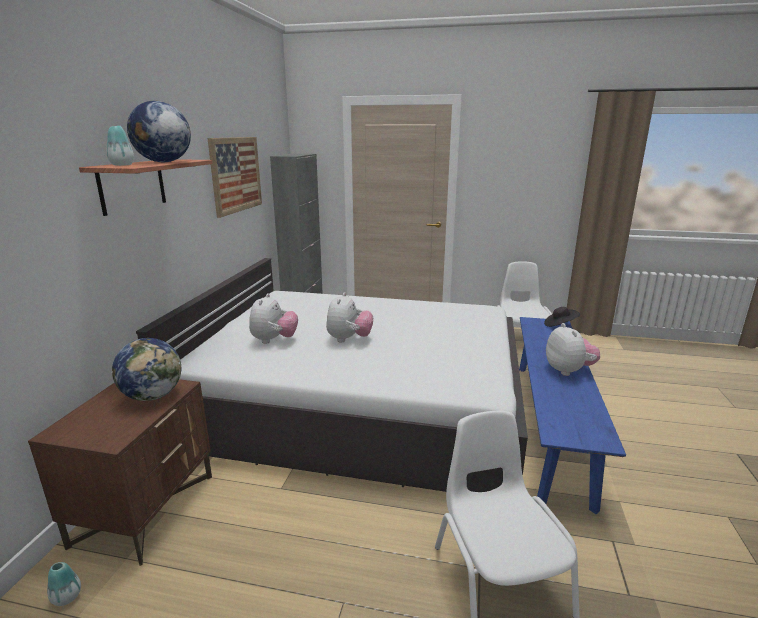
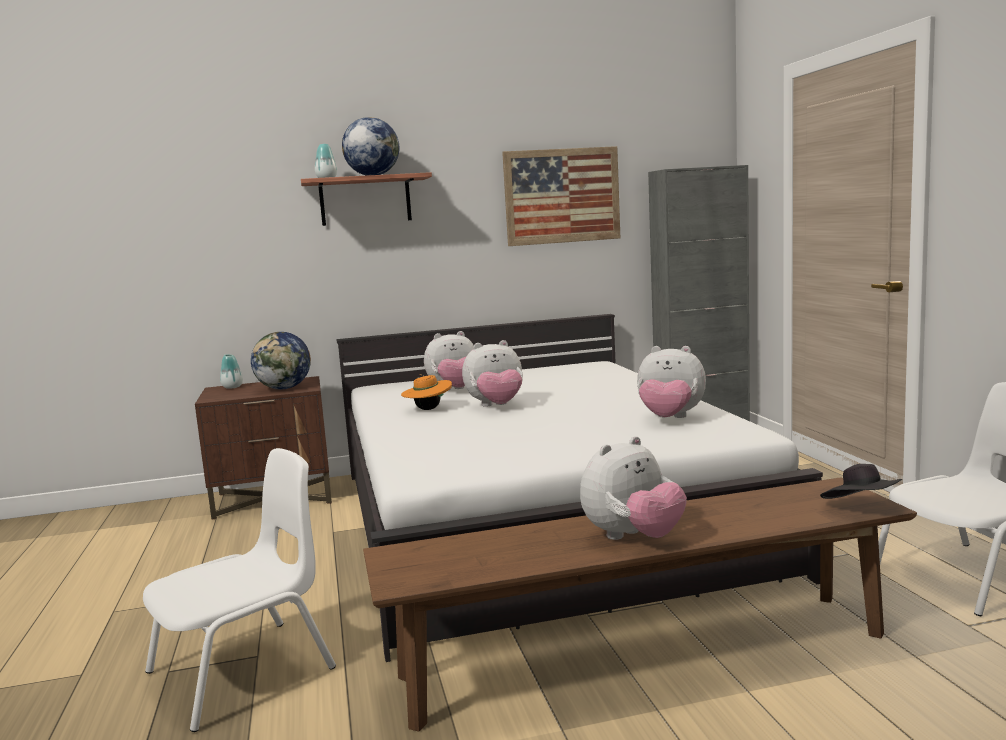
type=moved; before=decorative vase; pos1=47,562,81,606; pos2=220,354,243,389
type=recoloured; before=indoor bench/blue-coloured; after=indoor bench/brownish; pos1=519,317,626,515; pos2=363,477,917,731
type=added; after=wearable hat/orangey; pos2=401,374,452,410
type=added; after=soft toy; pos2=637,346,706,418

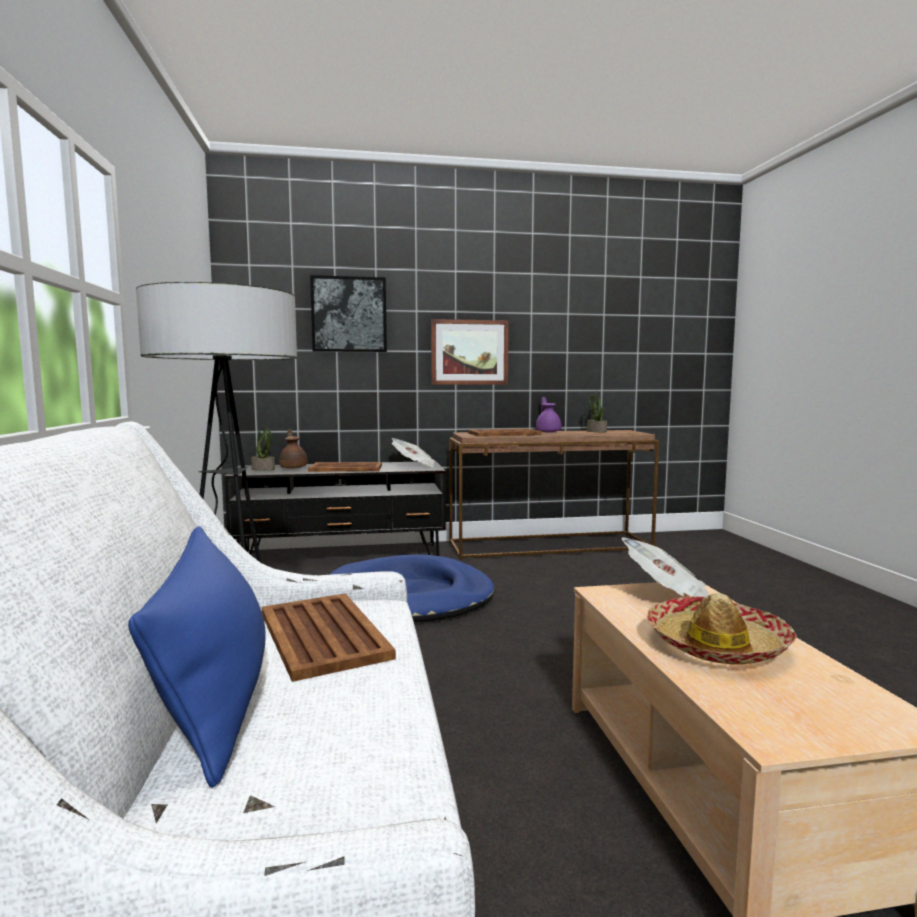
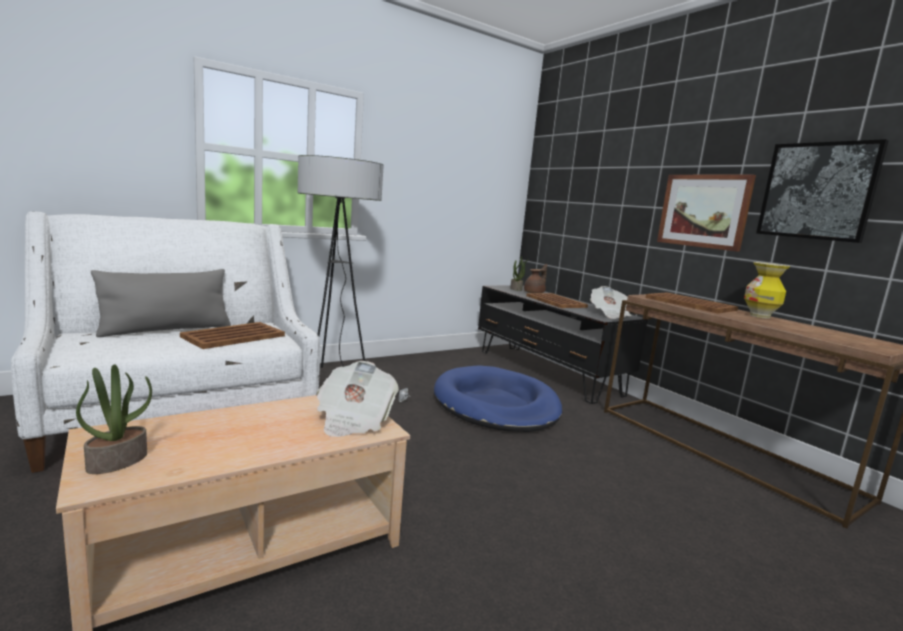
type=recoloured; before=cushion/blue-coloured; after=cushion/grey; pos1=128,526,266,787; pos2=91,269,231,337
type=moved; before=wall art; pos1=310,275,387,352; pos2=756,139,889,243
type=replaced; before=pot for tea/purplish; after=decorative vase; pos1=536,397,561,432; pos2=744,262,790,319
type=moved; before=houseplant; pos1=587,391,607,432; pos2=76,364,152,474
type=removed; before=wearable hat; pos1=647,593,797,664

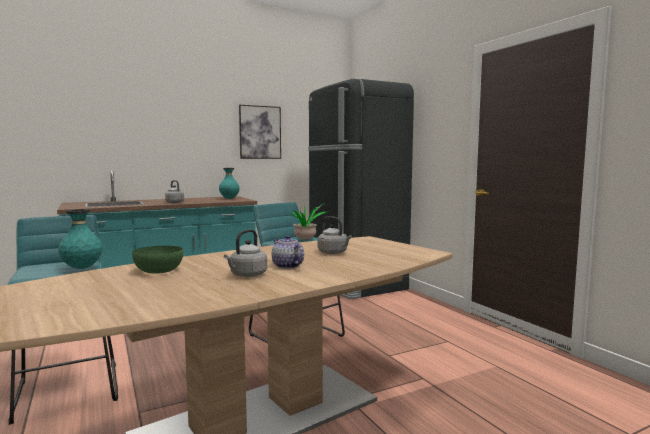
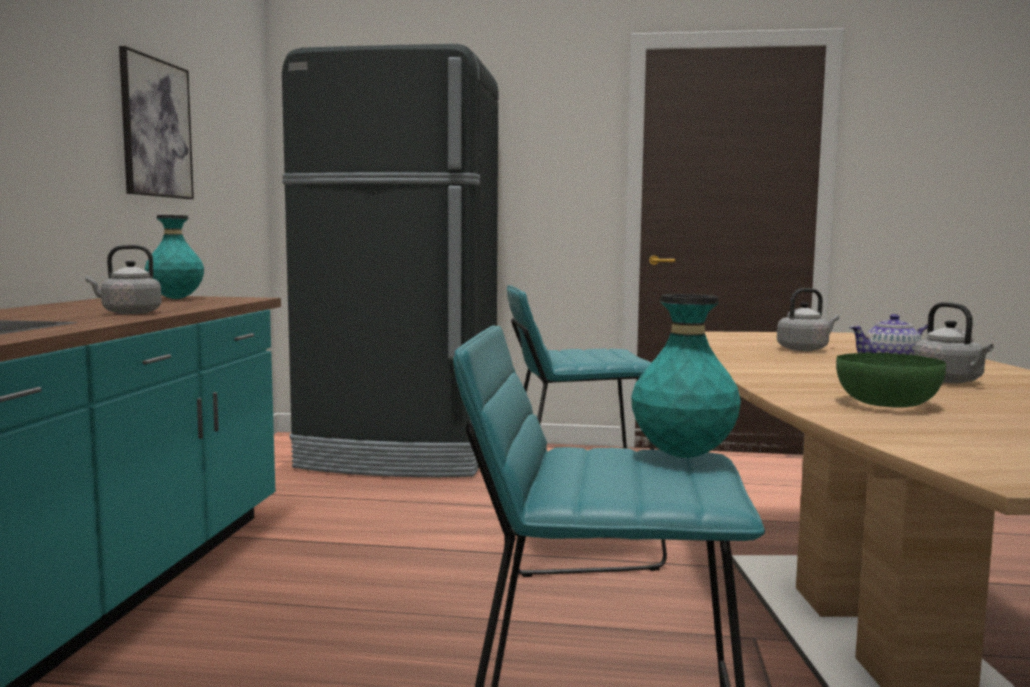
type=removed; before=houseplant; pos1=286,203,330,239

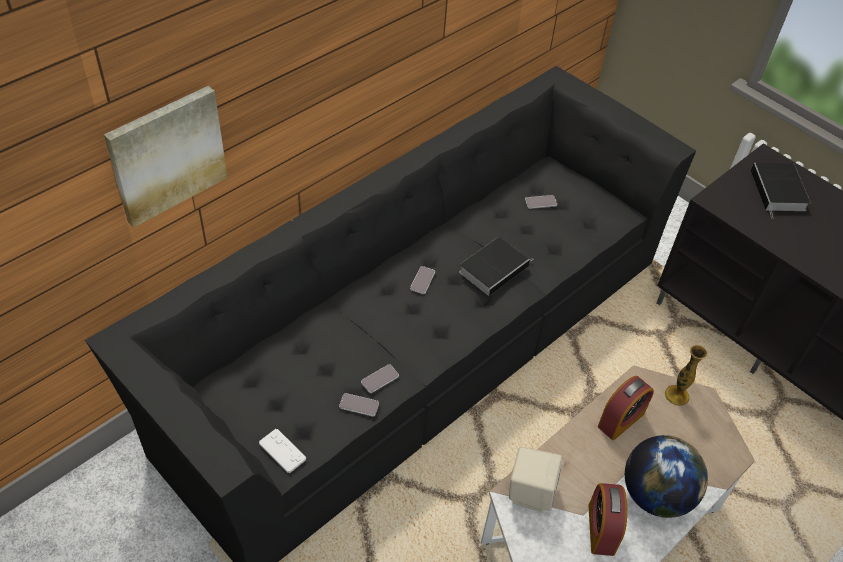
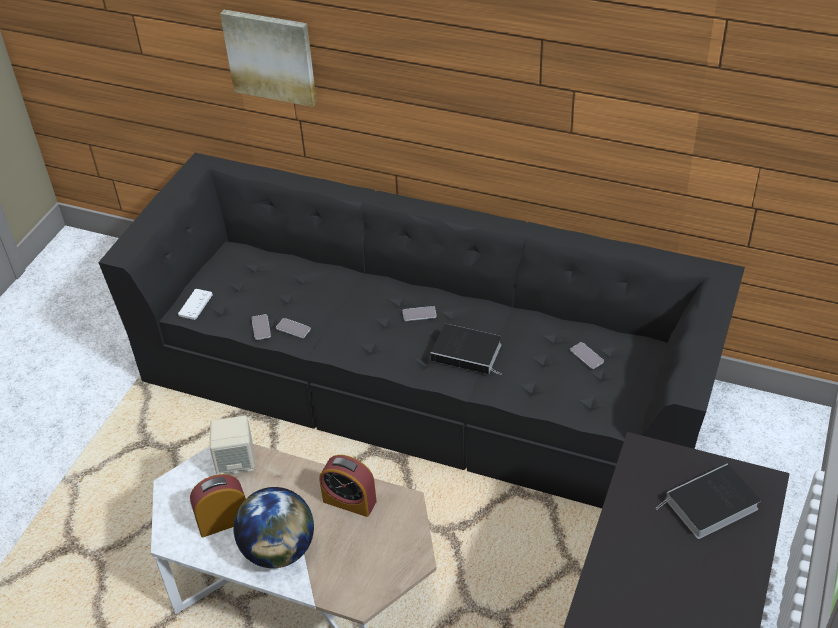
type=removed; before=decorative vase; pos1=665,345,708,406

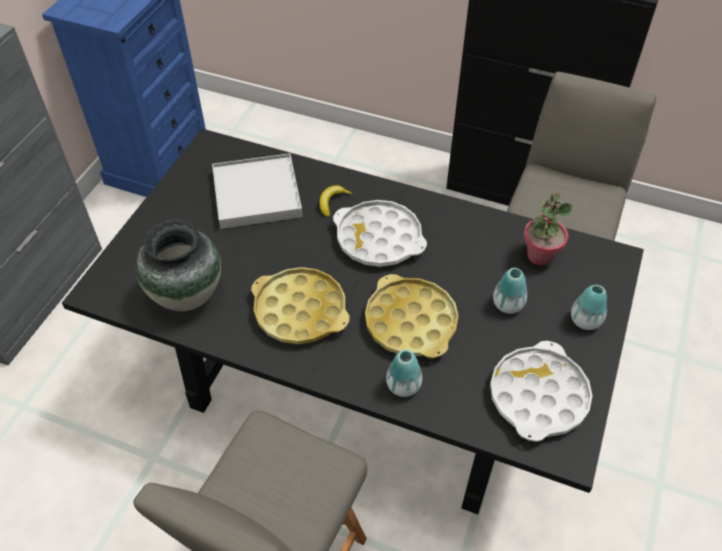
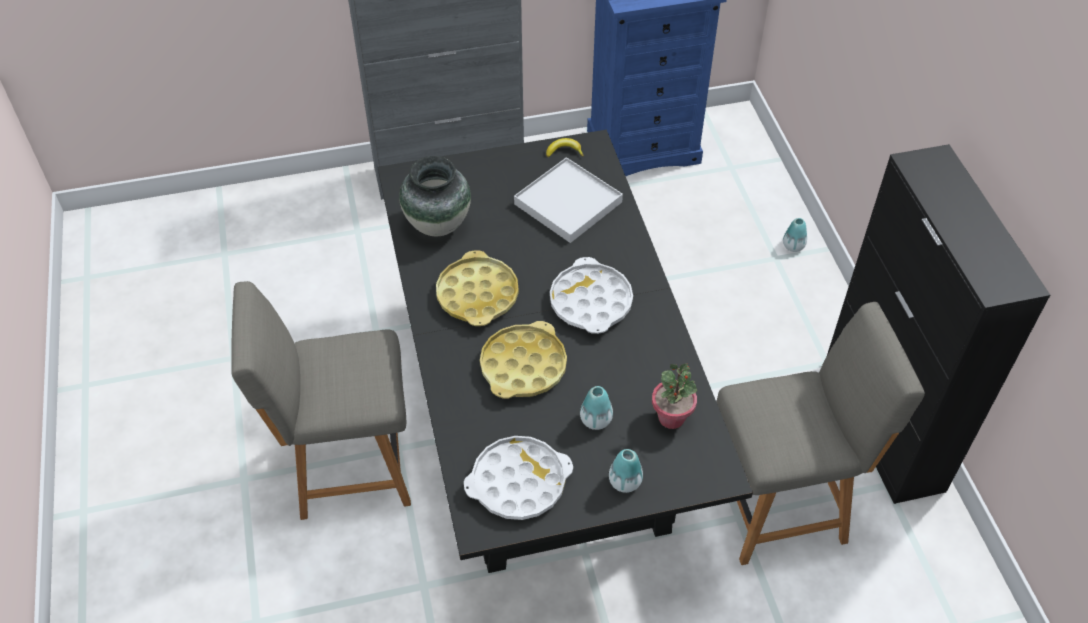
type=moved; before=whole banana; pos1=319,185,353,217; pos2=546,138,584,157
type=moved; before=decorative vase; pos1=386,350,422,397; pos2=783,218,807,252

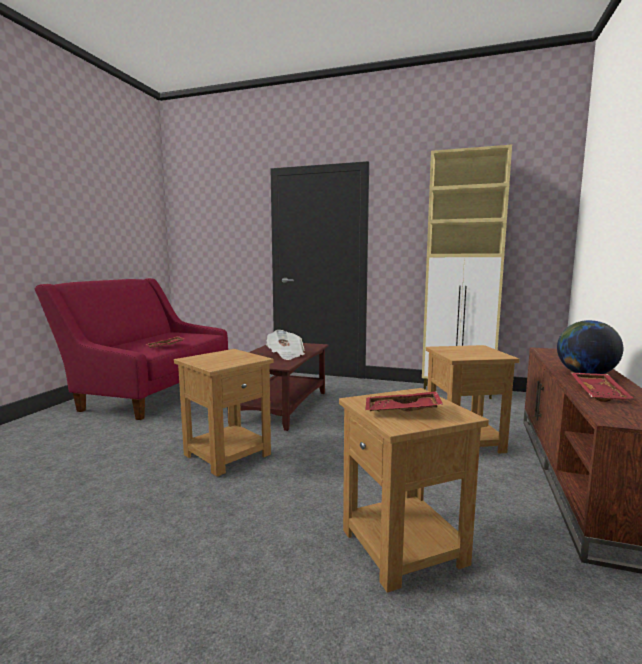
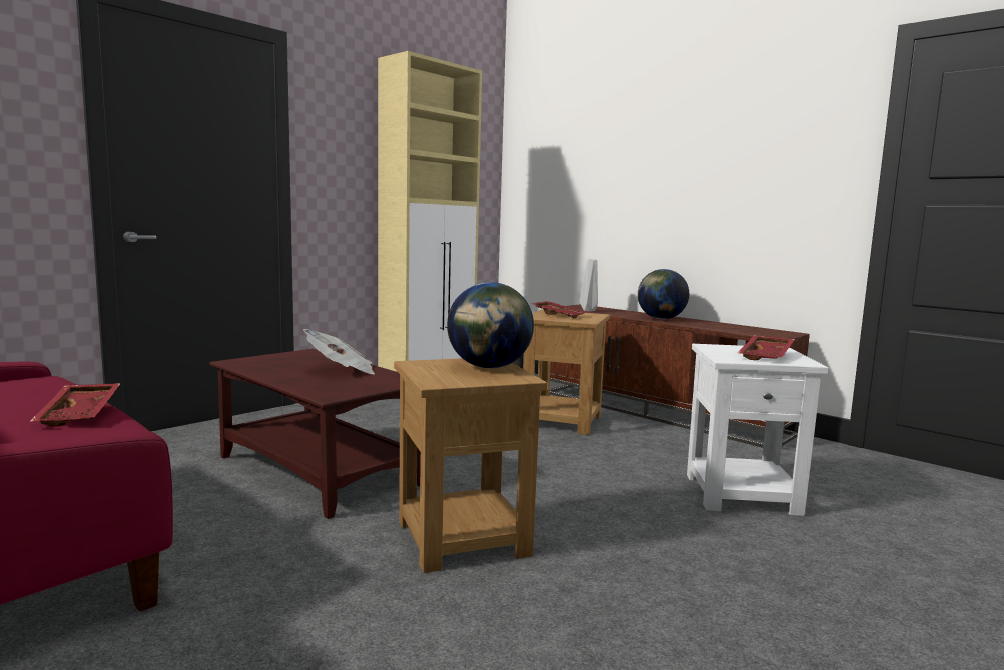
type=recoloured; before=end table/brownish; after=end table/white-coloured; pos1=339,388,489,593; pos2=687,344,829,516
type=moved; before=carrying tray/reddish; pos1=571,373,634,402; pos2=531,301,587,319
type=added; after=world globe; pos2=447,282,534,368
type=added; after=decorative vase/grey; pos2=580,259,598,312

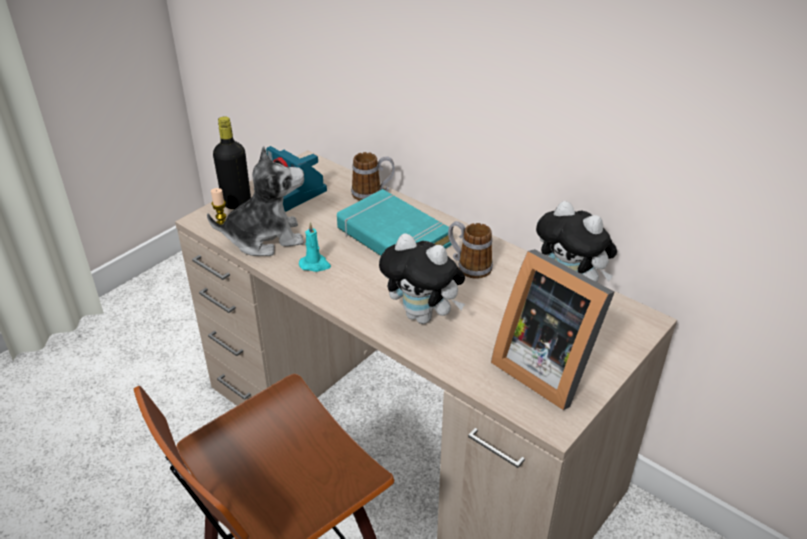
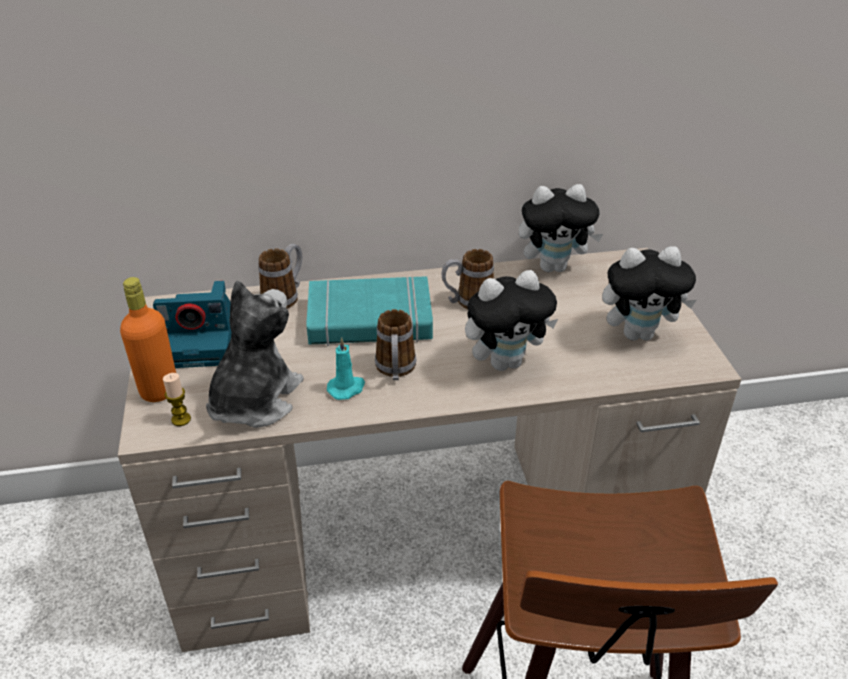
type=recoloured; before=drink bottle/black-coloured; after=drink bottle/orangey; pos1=213,116,251,209; pos2=120,277,176,402
type=replaced; before=standing frame; after=soft toy; pos1=491,249,615,410; pos2=602,246,697,340
type=added; after=coffee mug; pos2=375,309,416,380

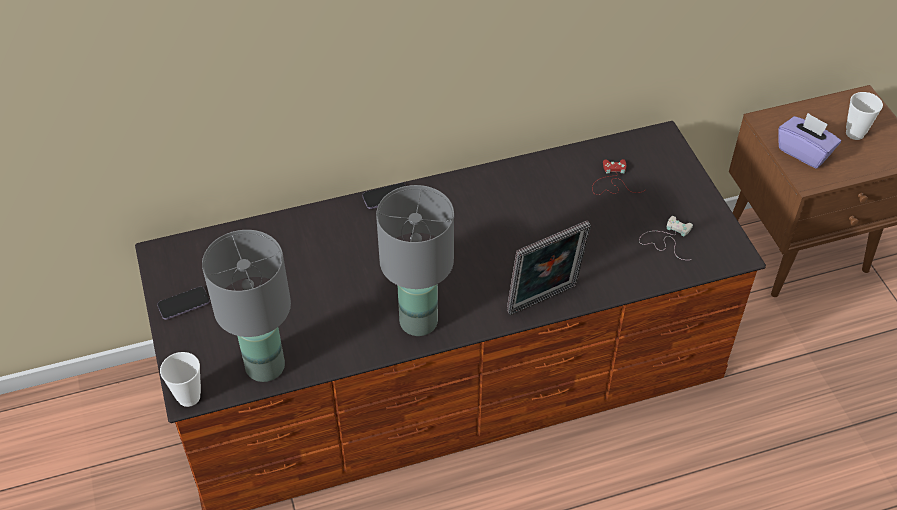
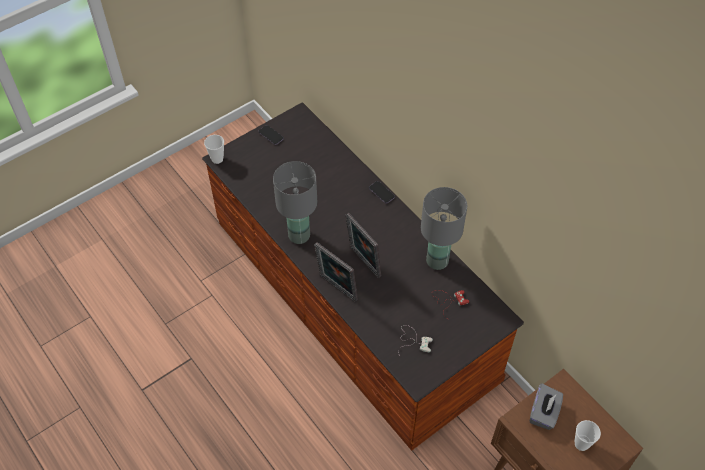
type=moved; before=tabletop lamp/grey; pos1=202,230,291,382; pos2=421,187,467,270
type=recoloured; before=tissue holder/purplish; after=tissue holder/grey; pos1=778,113,841,168; pos2=530,383,563,430
type=added; after=standing frame; pos2=345,213,381,278

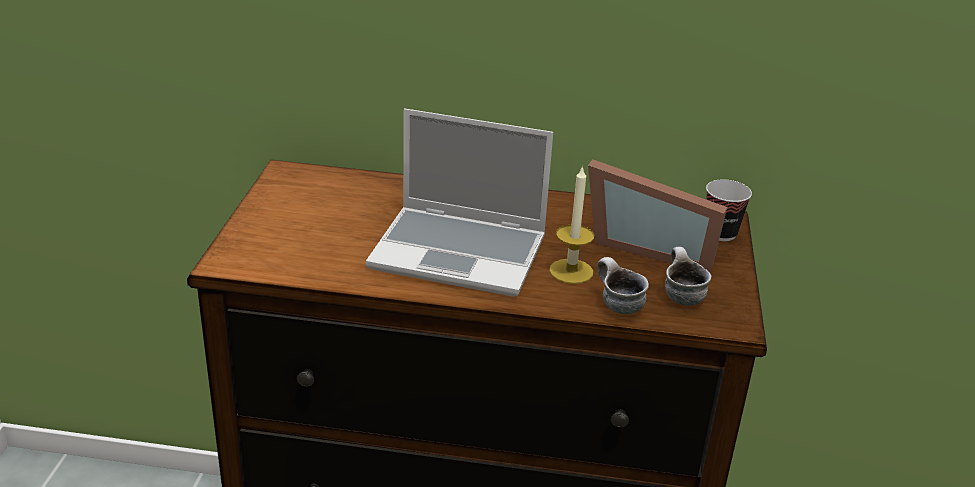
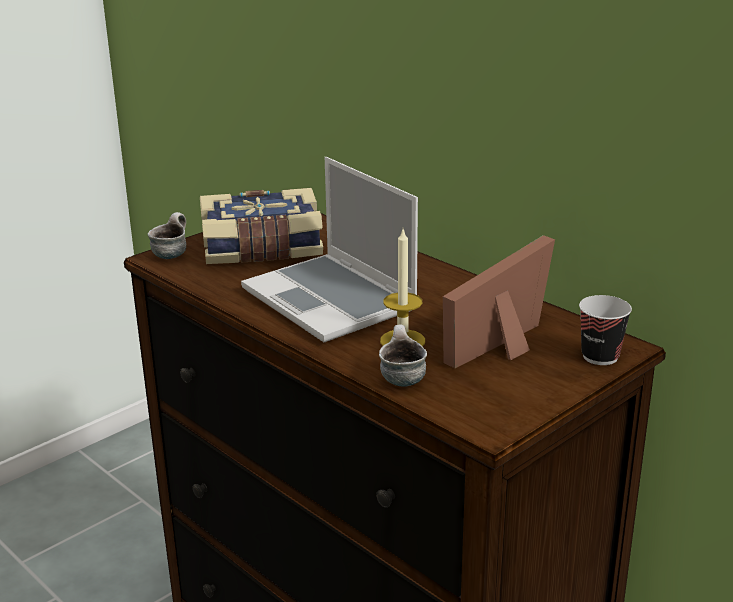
type=turned; before=standing frame; pos1=588,159,727,272; pos2=443,235,555,368; turn=75
type=moved; before=coffee mug; pos1=665,247,712,306; pos2=148,212,186,259
type=added; after=bound book; pos2=200,188,323,264

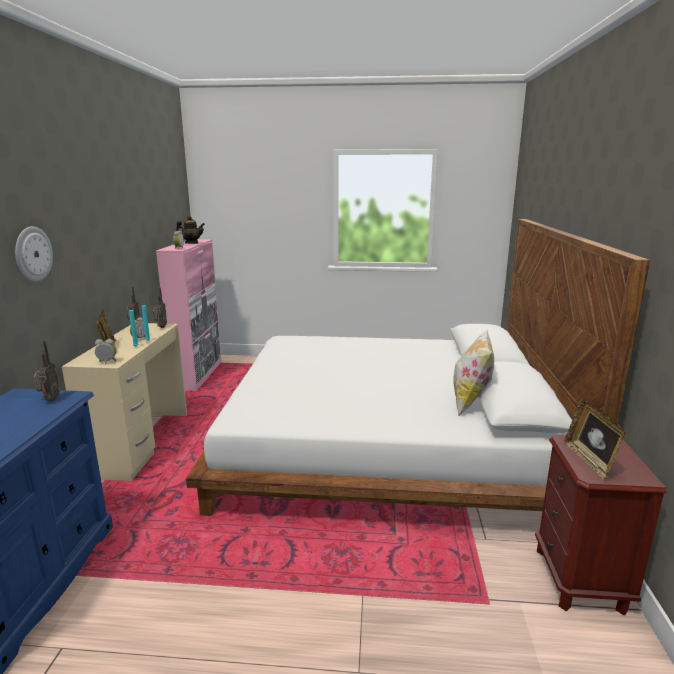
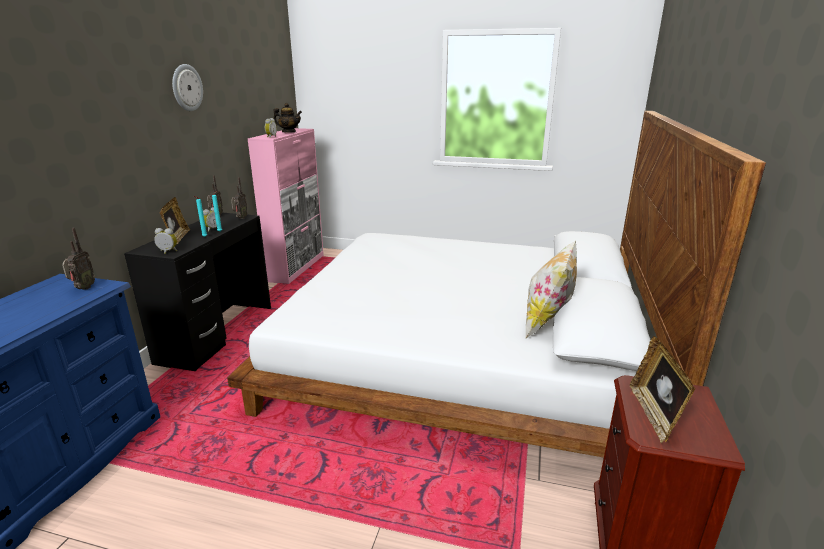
type=moved; before=clock on the wall; pos1=15,226,53,282; pos2=172,64,203,111
type=recoloured; before=desk unit/sand-coloured; after=desk unit/black-coloured; pos1=62,323,187,481; pos2=124,213,271,371

